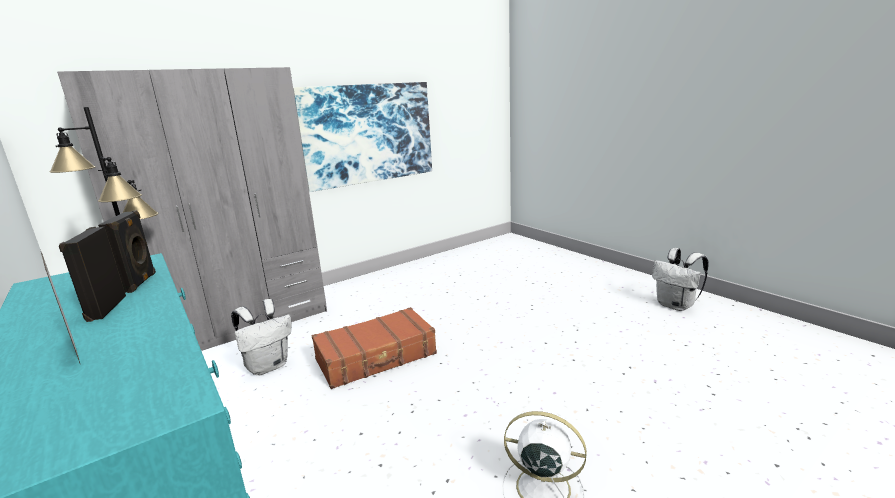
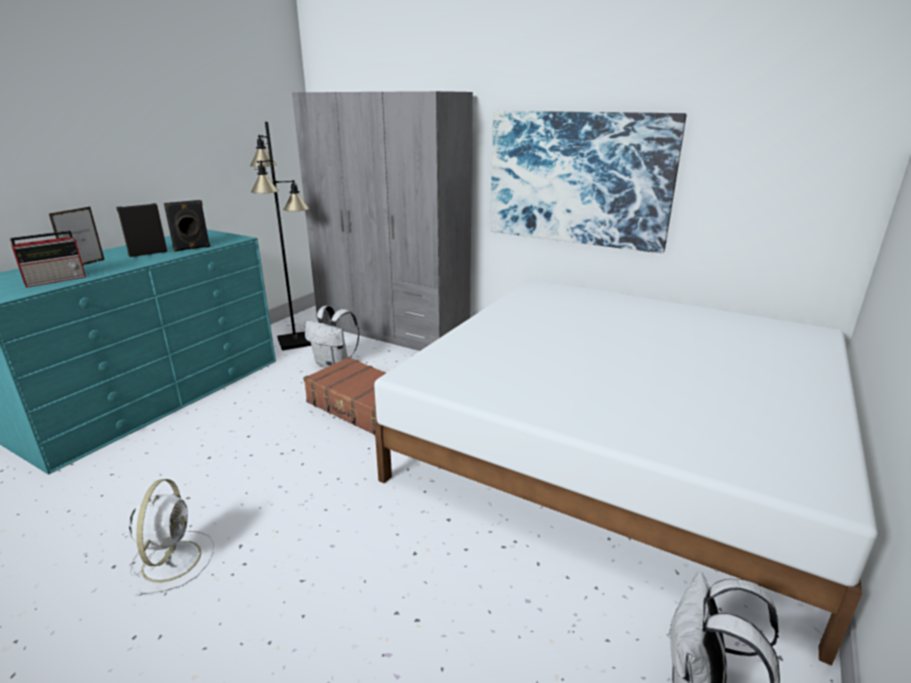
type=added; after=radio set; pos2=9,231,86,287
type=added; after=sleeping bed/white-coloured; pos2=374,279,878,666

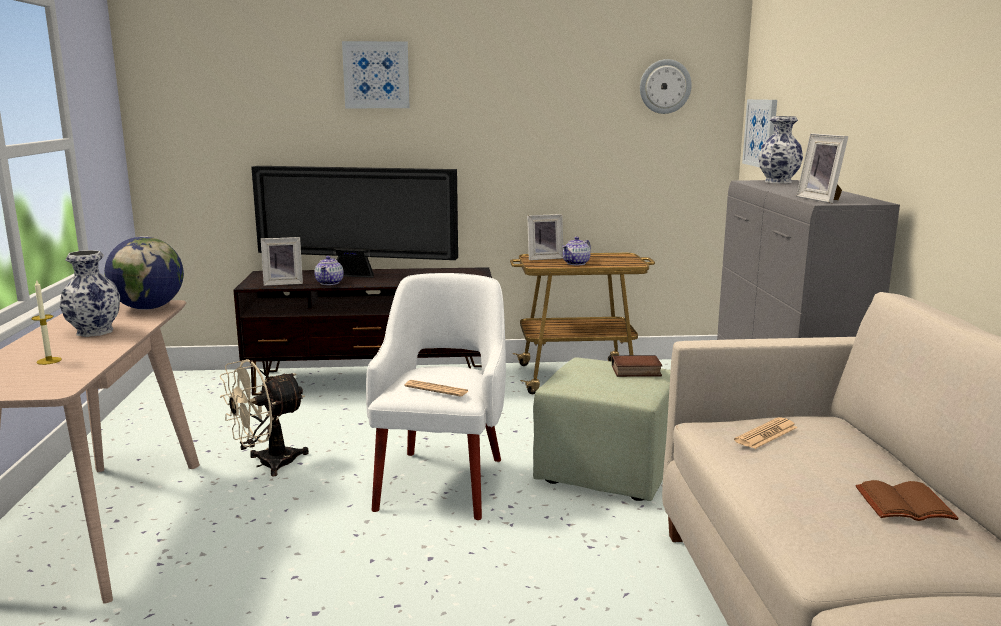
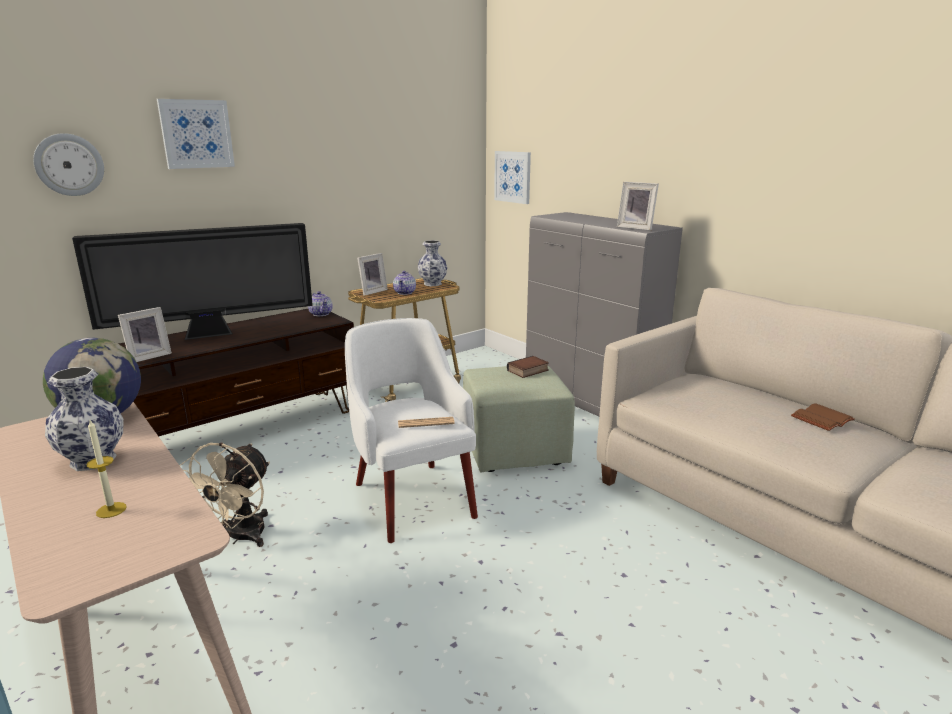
type=moved; before=pot for tea; pos1=314,256,344,285; pos2=308,291,333,316
type=moved; before=clock on the wall; pos1=640,59,692,114; pos2=33,133,104,196
type=removed; before=newspaper; pos1=734,418,798,449
type=moved; before=decorative vase; pos1=758,116,803,184; pos2=418,240,447,286

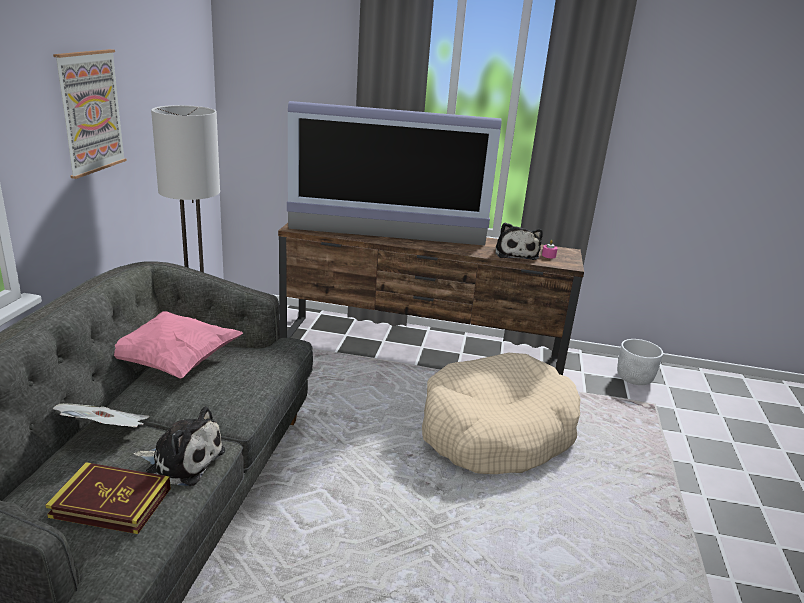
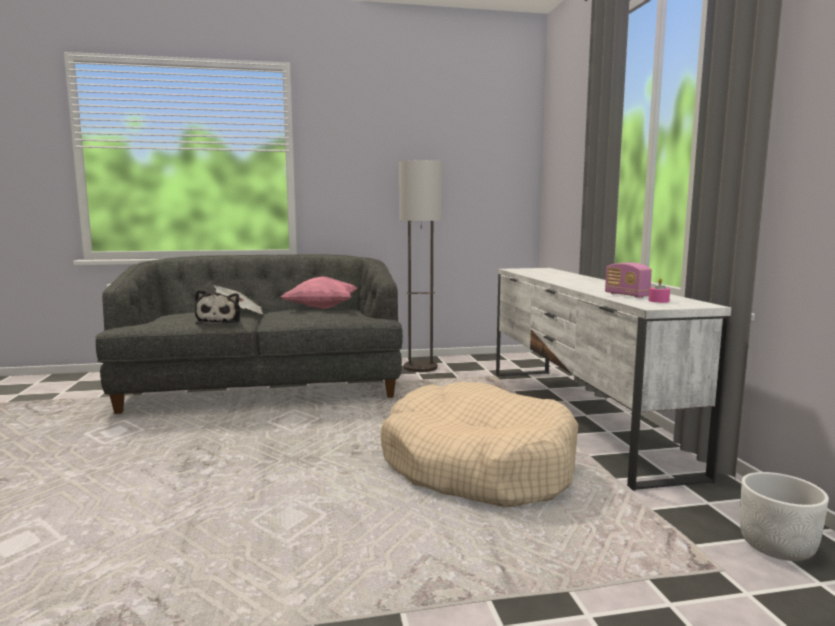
type=removed; before=bound book; pos1=45,462,171,534
type=removed; before=wall art; pos1=53,49,127,179
type=recoloured; before=tv stand/brownish; after=tv stand/white-coloured; pos1=278,223,584,375; pos2=496,268,731,491
type=removed; before=TV set; pos1=287,101,502,245
type=replaced; before=soft toy; after=radio set; pos1=496,222,543,260; pos2=605,262,652,298

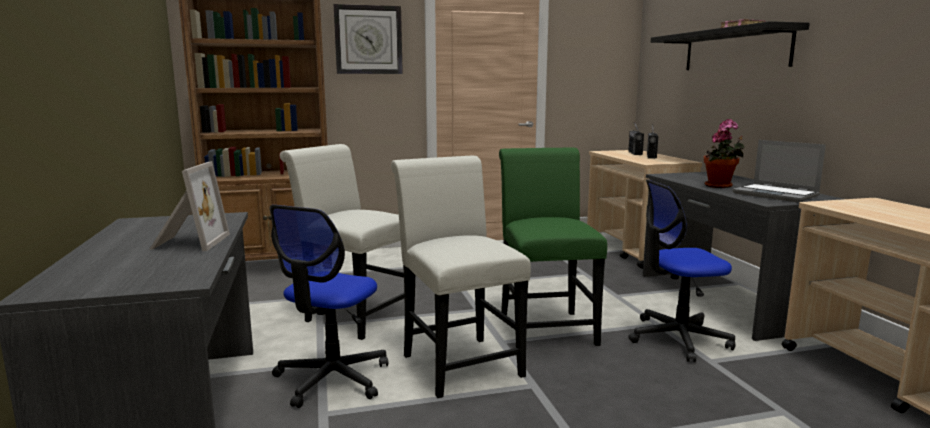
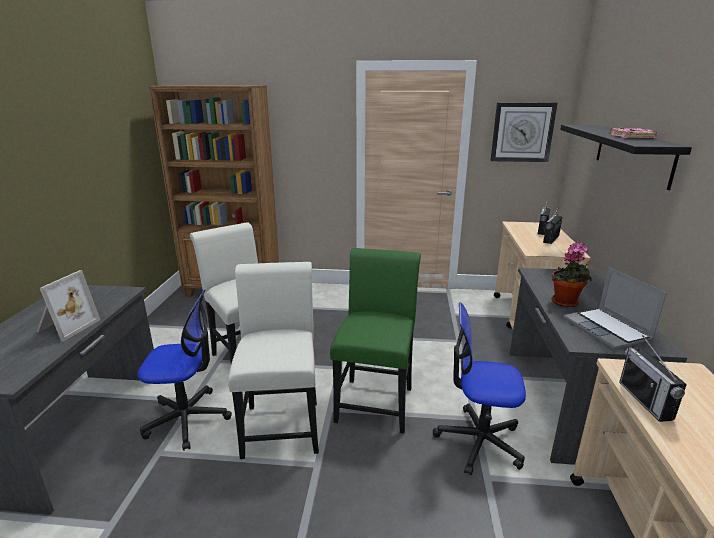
type=turned; before=desk chair; pos1=270,205,388,408; pos2=138,290,232,451; turn=-135
type=moved; before=clock on the wall; pos1=334,4,403,74; pos2=491,102,558,162
type=added; after=radio set; pos2=619,335,687,422

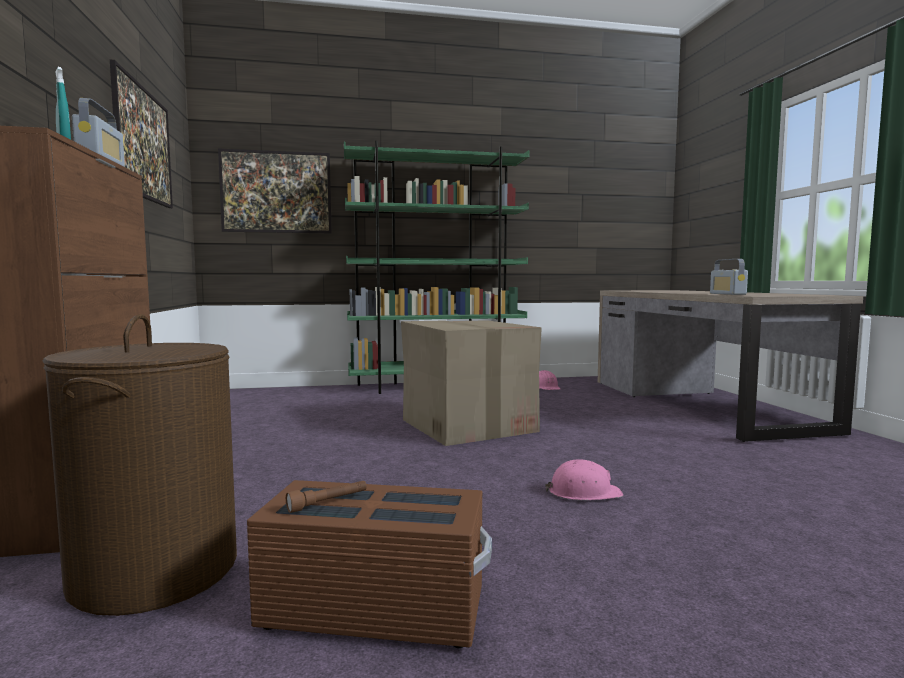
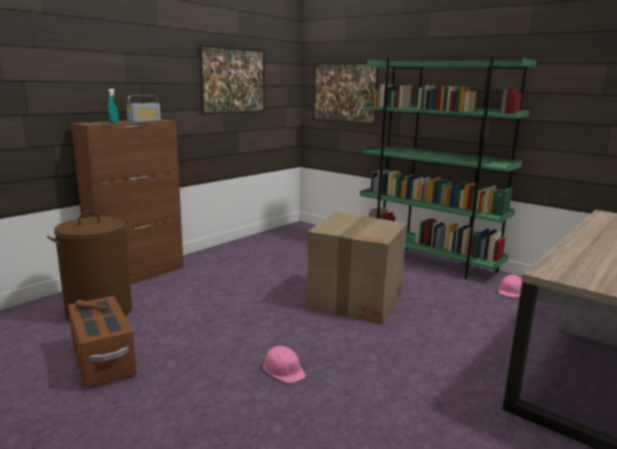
type=removed; before=radio set; pos1=710,259,748,295

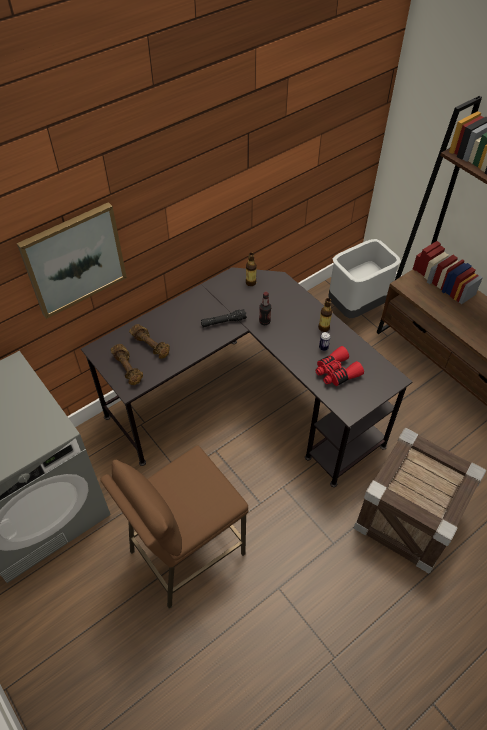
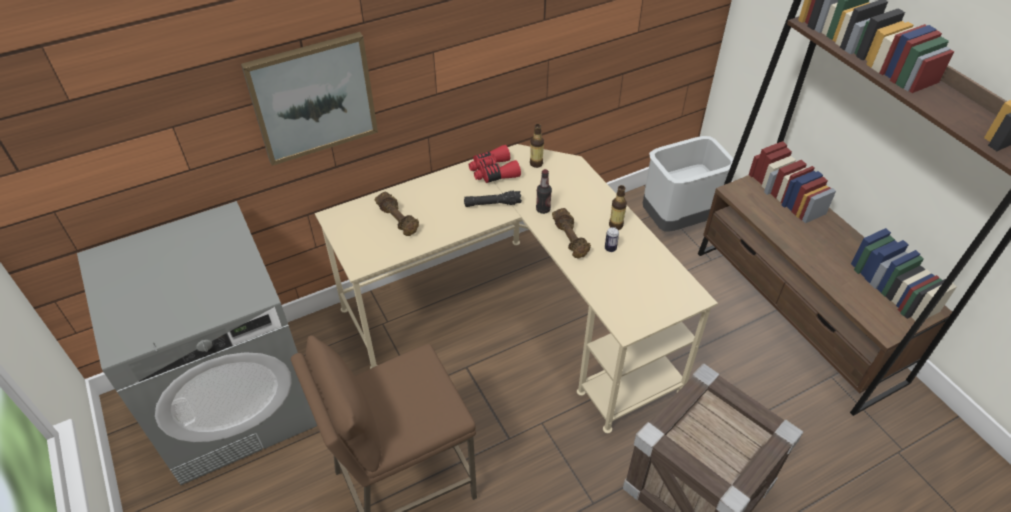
type=recoloured; before=desk unit/black-coloured; after=desk unit/sand-coloured; pos1=81,267,412,487; pos2=315,144,718,433
type=moved; before=dumbbell/brownish; pos1=111,344,143,385; pos2=552,208,591,259
type=moved; before=pair of binoculars/reddish; pos1=315,346,364,386; pos2=469,145,521,183

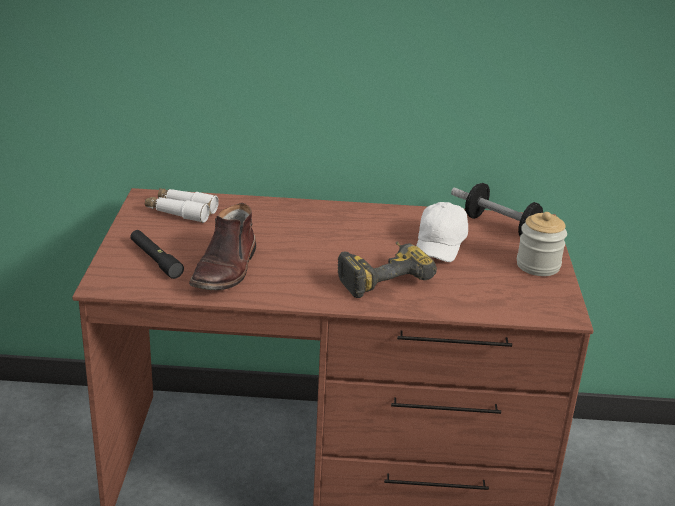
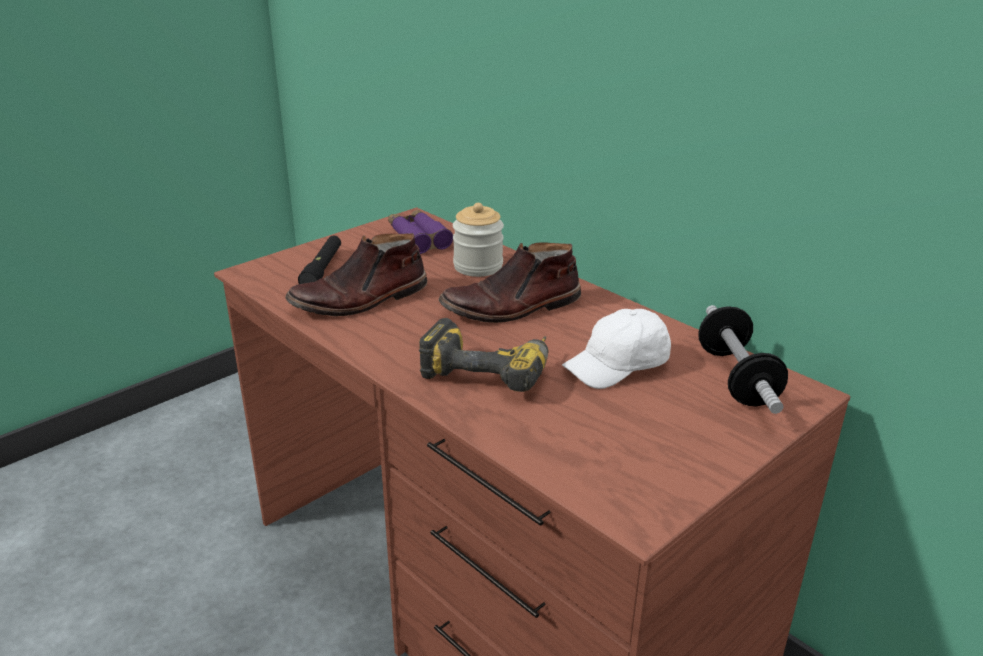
type=recoloured; before=pair of binoculars/white-coloured; after=pair of binoculars/purplish; pos1=145,188,219,223; pos2=388,210,453,254
type=moved; before=jar; pos1=517,212,567,276; pos2=453,203,504,277
type=added; after=high-top boot/brownish; pos2=439,242,581,323

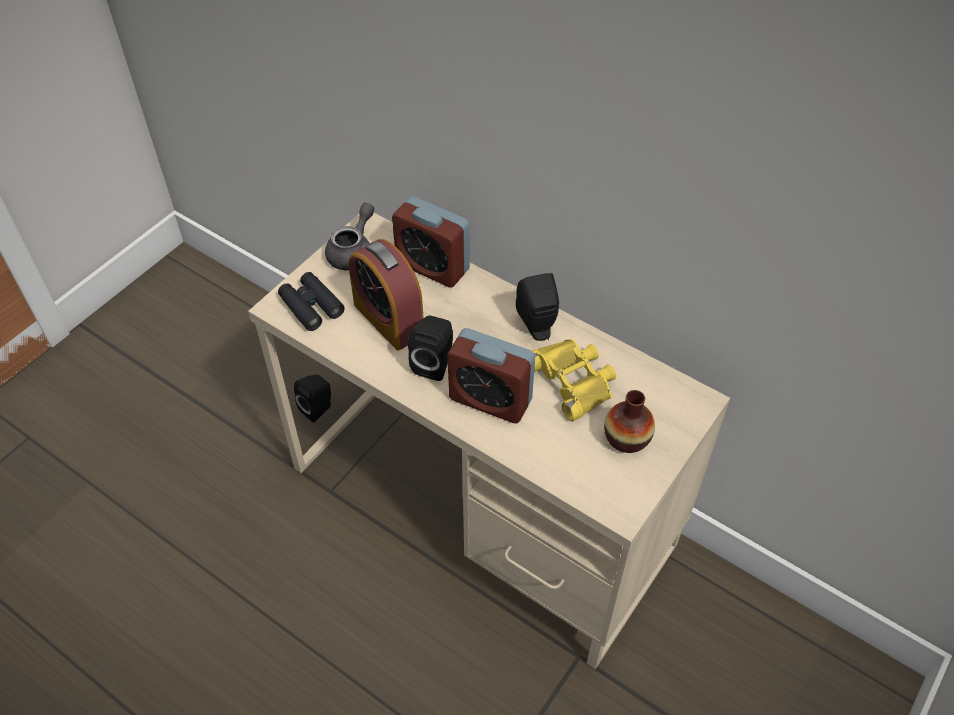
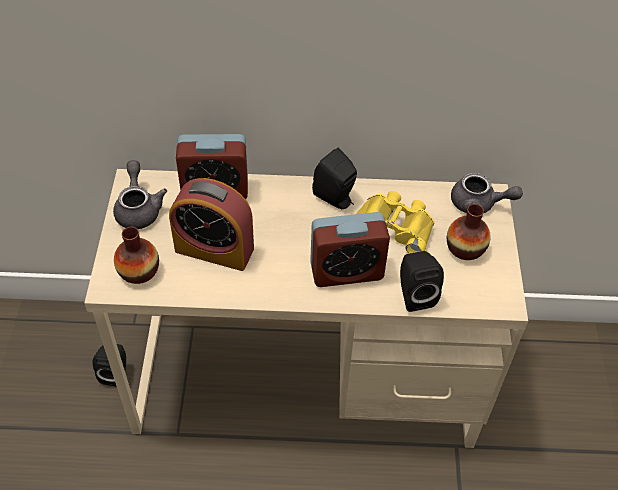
type=replaced; before=pair of binoculars/black-coloured; after=decorative vase; pos1=278,272,345,331; pos2=114,227,159,284
type=moved; before=audio speaker/black-coloured; pos1=408,316,453,381; pos2=400,251,444,312
type=added; after=pot for tea/grey; pos2=451,173,523,213

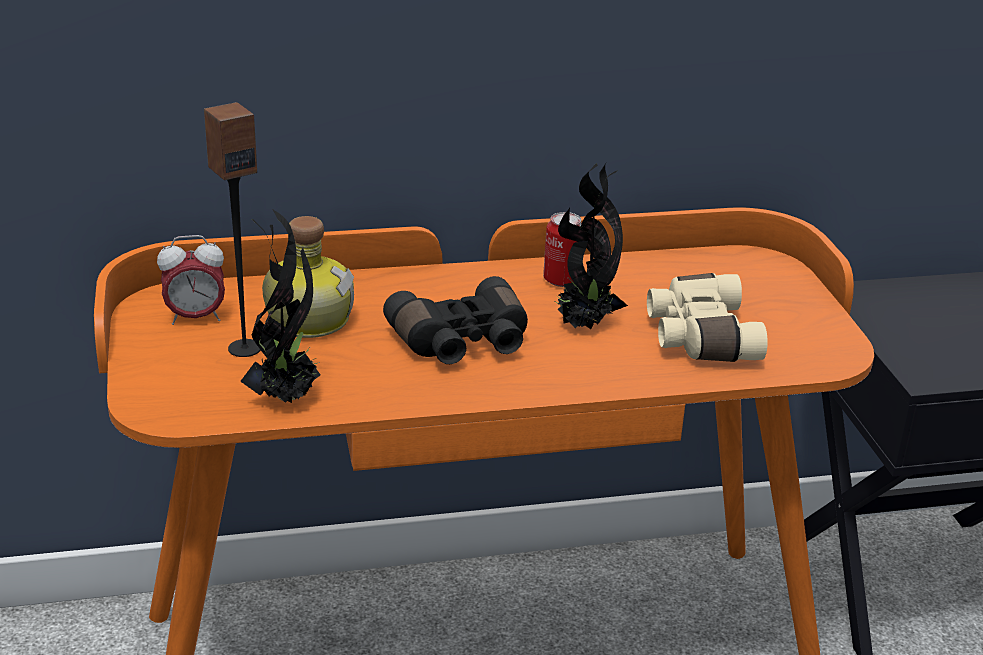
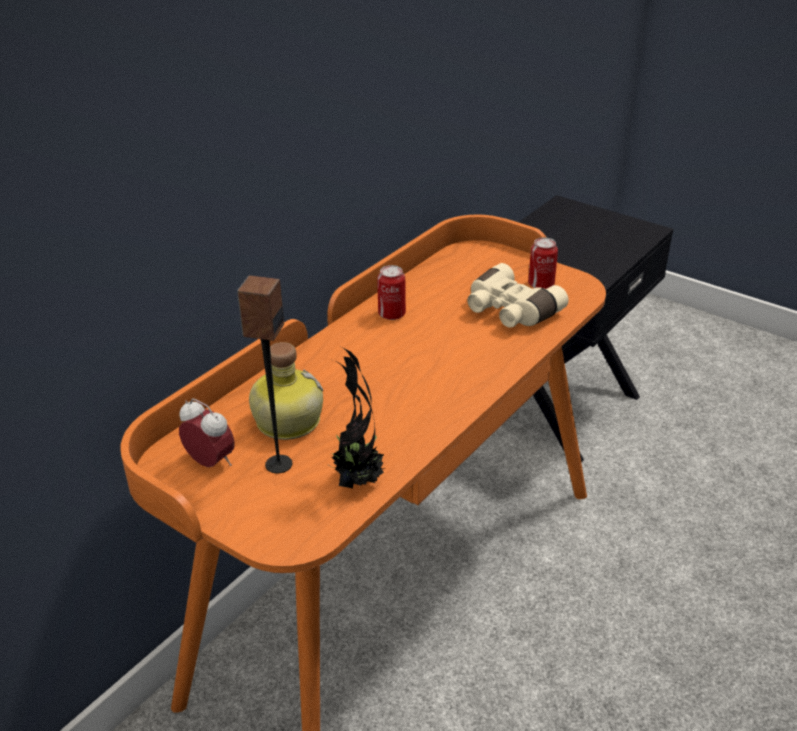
type=turned; before=alarm clock; pos1=157,235,225,325; pos2=179,398,235,467; turn=-90
type=removed; before=pair of binoculars/black-coloured; pos1=383,276,528,364
type=removed; before=houseplant; pos1=553,163,628,329
type=added; after=sealed can; pos2=528,237,558,289

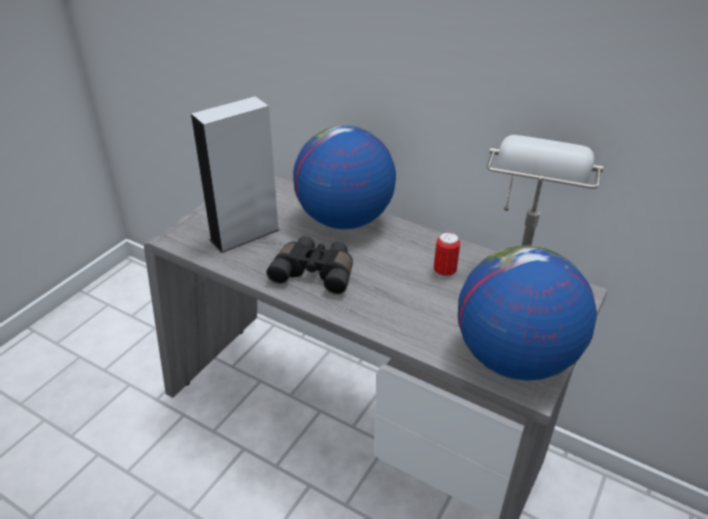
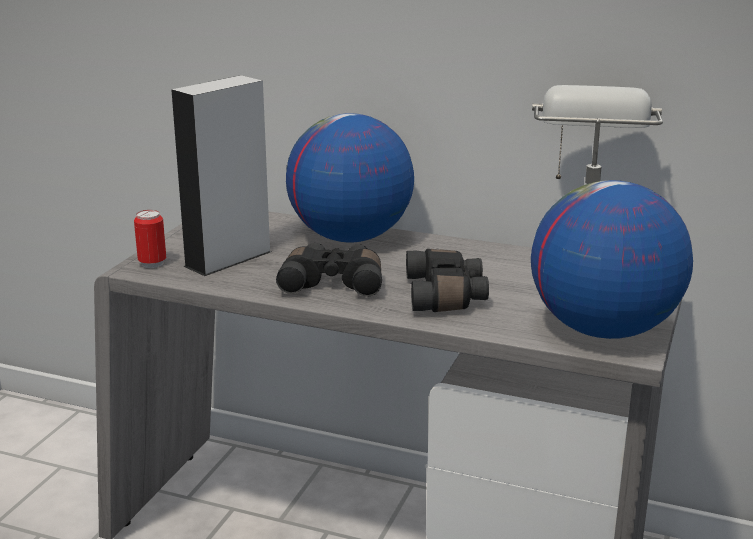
type=moved; before=sealed can; pos1=434,232,461,278; pos2=134,210,166,268
type=added; after=pair of binoculars/black-coloured; pos2=406,249,489,312

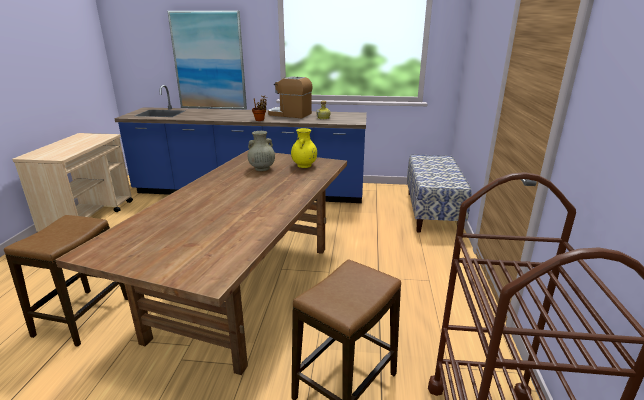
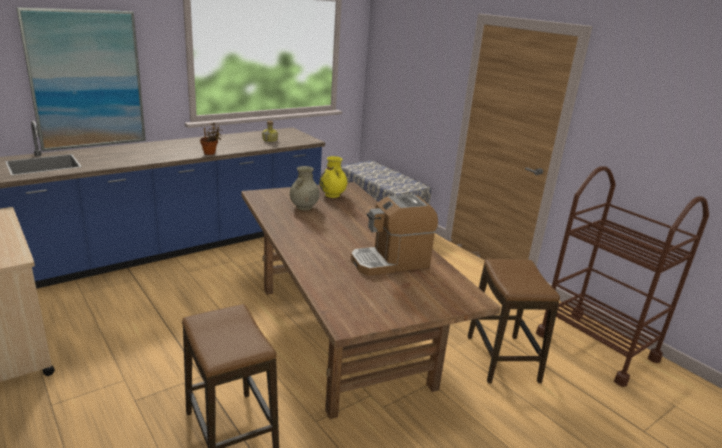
type=moved; before=coffee brewer; pos1=268,76,312,119; pos2=351,194,438,276

